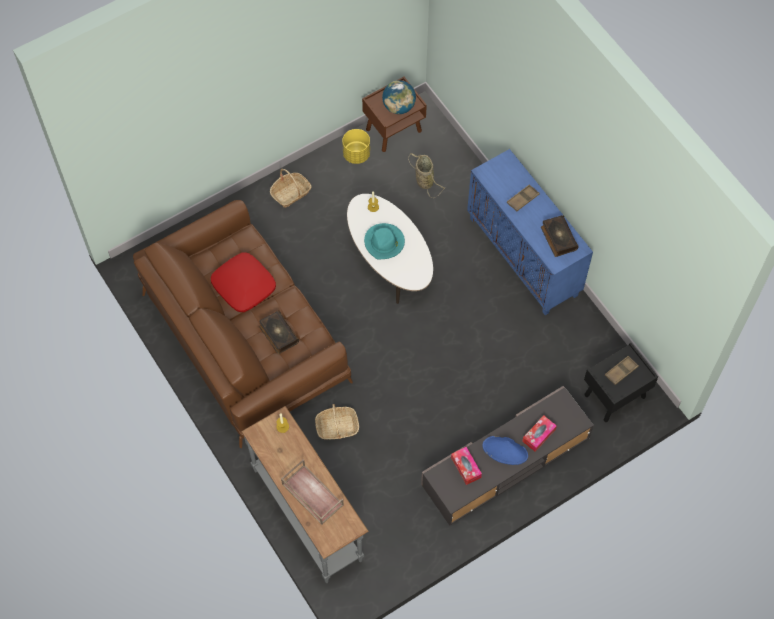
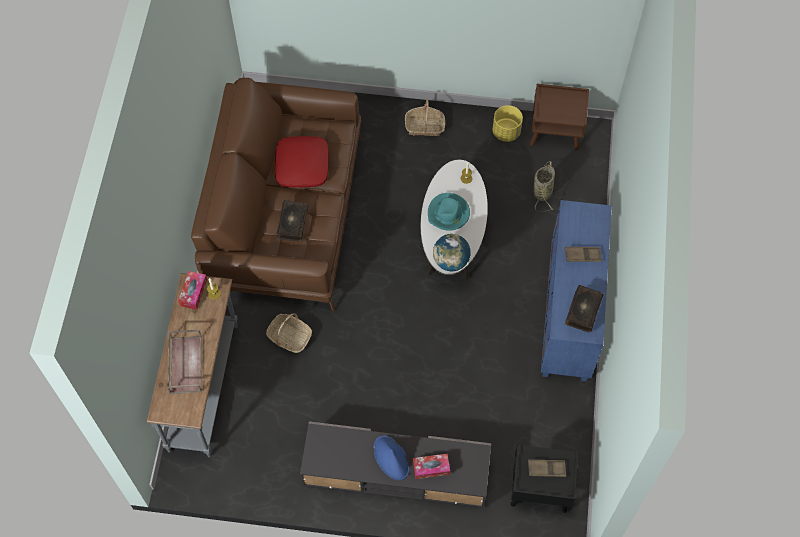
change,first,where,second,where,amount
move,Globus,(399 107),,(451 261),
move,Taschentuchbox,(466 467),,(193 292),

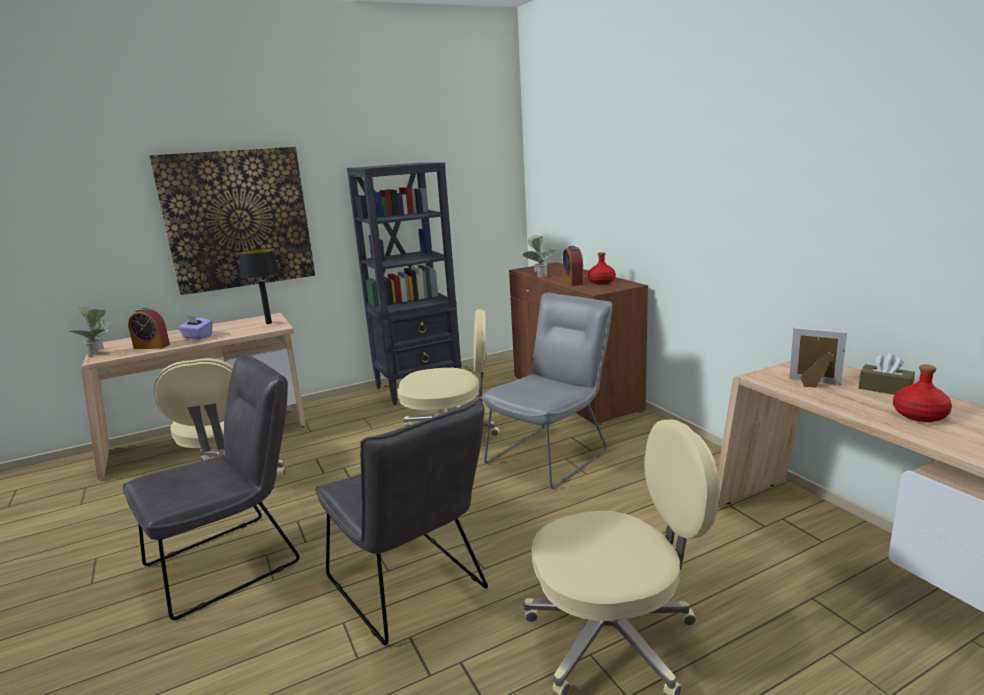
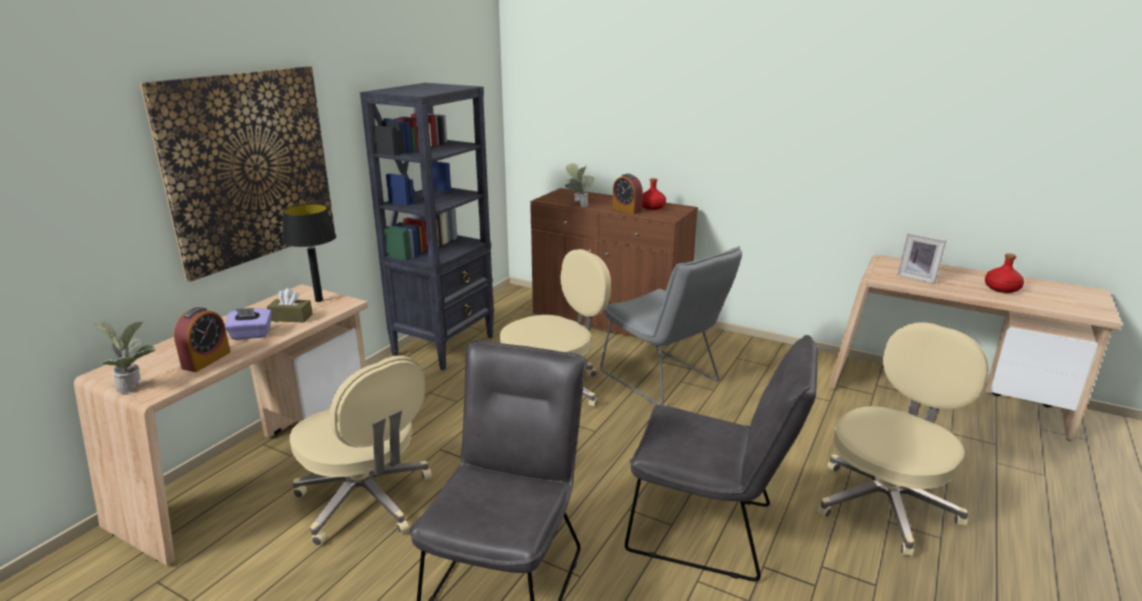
change,first,where,second,where,amount
rotate,Wecker,(152 346),,(206 360),45 degrees counterclockwise
rotate,Stuhl (grau),(552 453),,(664 380),135 degrees clockwise
rotate,Bilderrahmen,(813 384),,(918 277),135 degrees counterclockwise
move,Taschentuchbox (braun),(884 389),,(291 317),

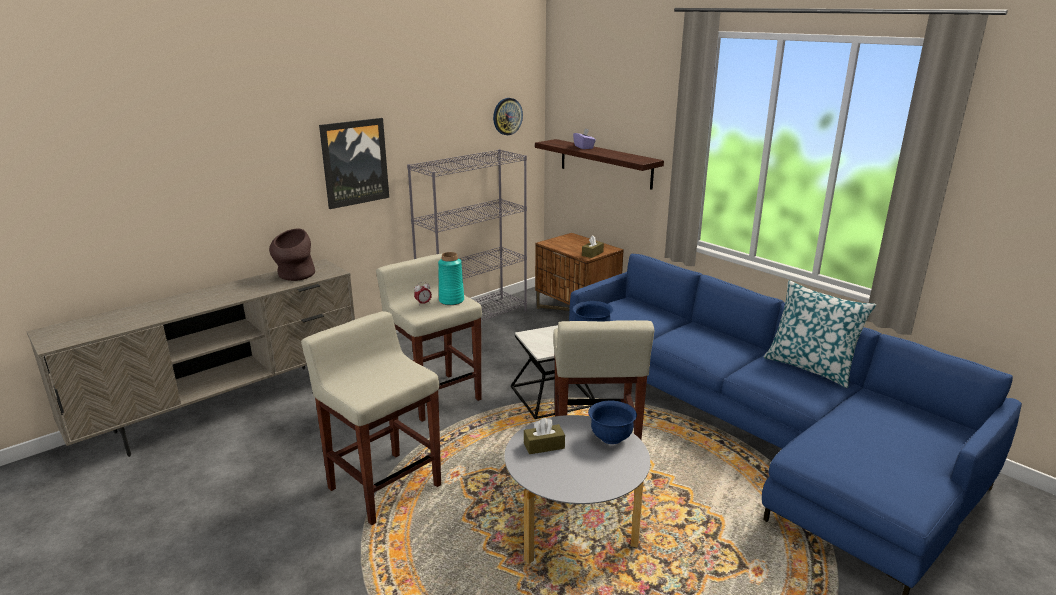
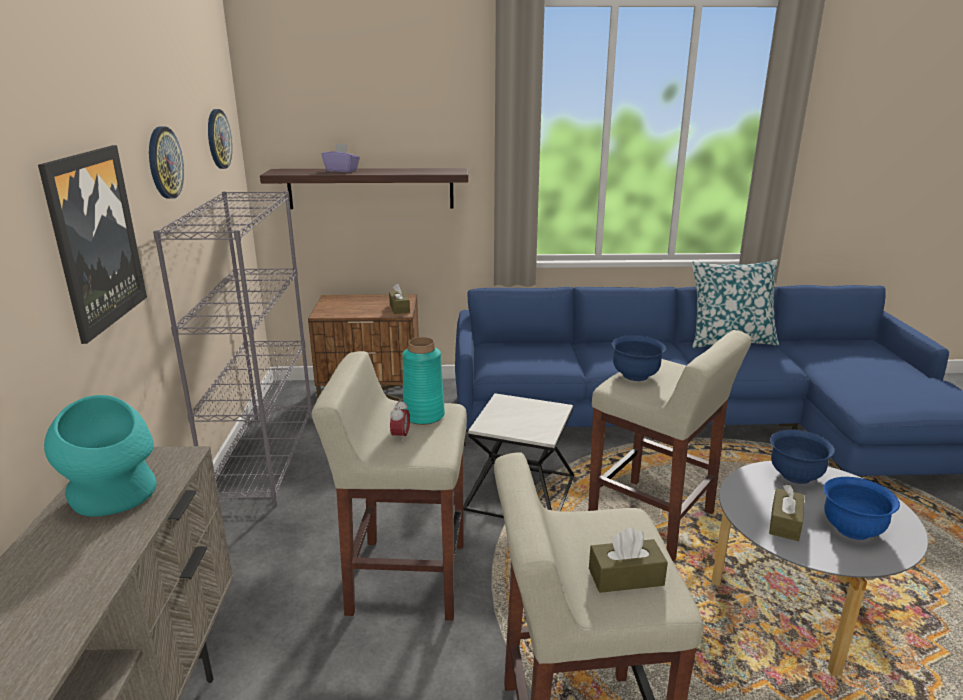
change,first,where,second,where,amount
recolor,Vase (braun),(295 276),Vase (türkis),(115 499),
insert,,,Wanduhr,(164 163),
insert,,,Taschentuchbox (braun),(626 577),
insert,,,Schüssel (blau),(852 529),

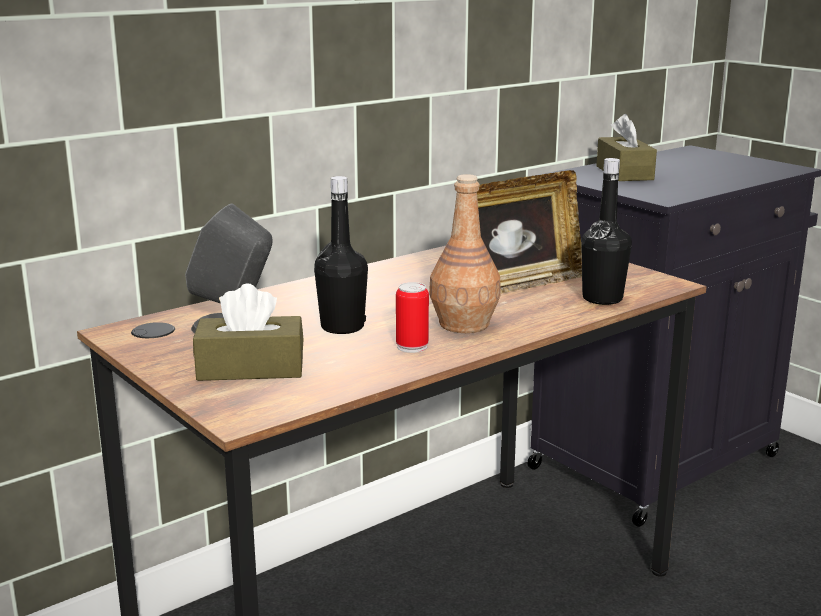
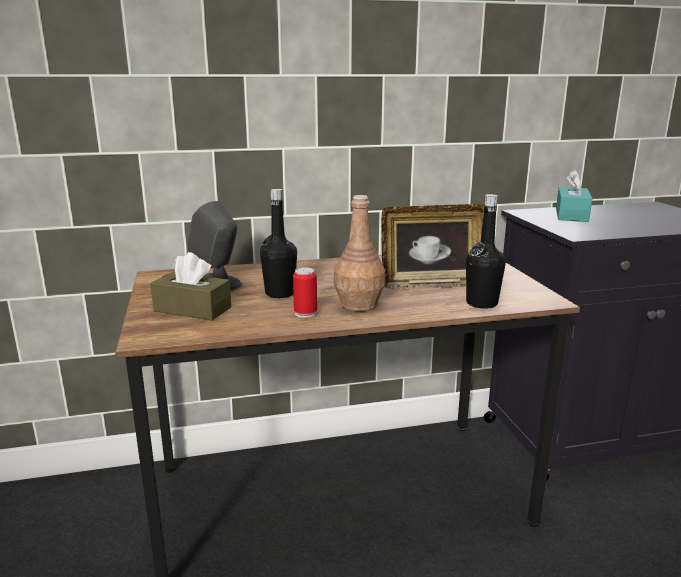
change,first,where,second,where,amount
recolor,Taschentuchbox (braun),(624 173),Taschentuchbox (türkis),(571 215),

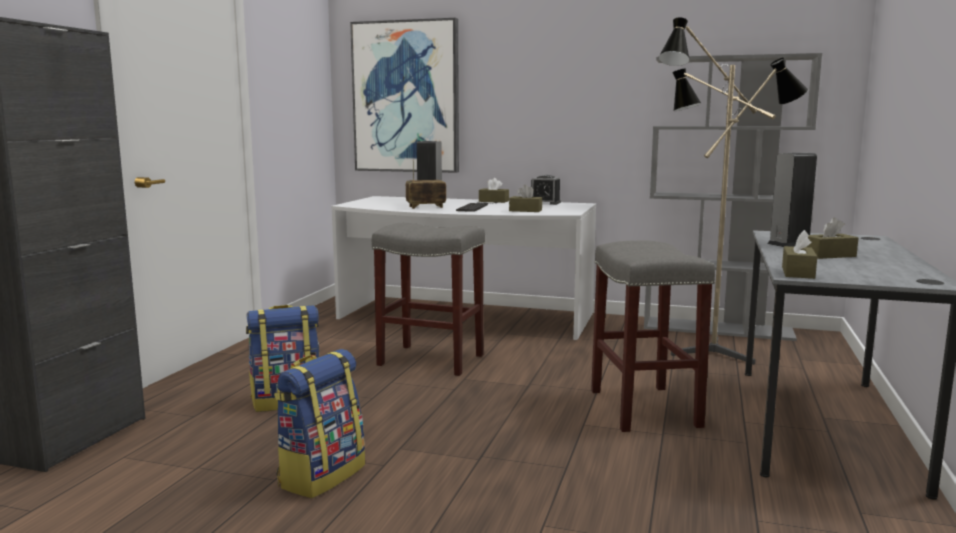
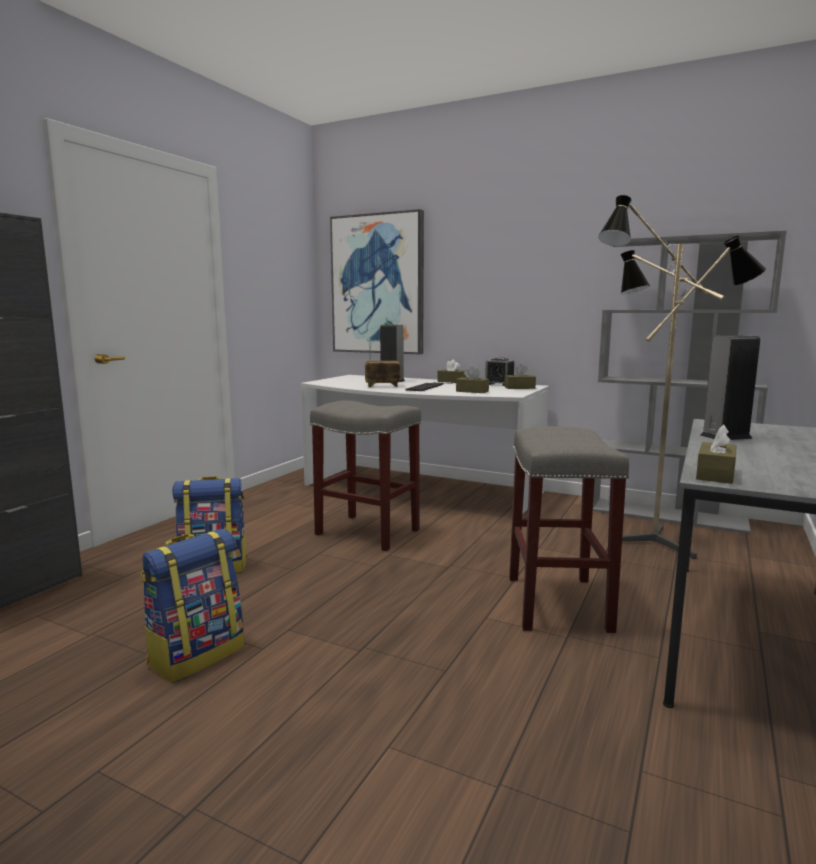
change,first,where,second,where,amount
move,Taschentuchbox (braun),(829 255),,(519 388),

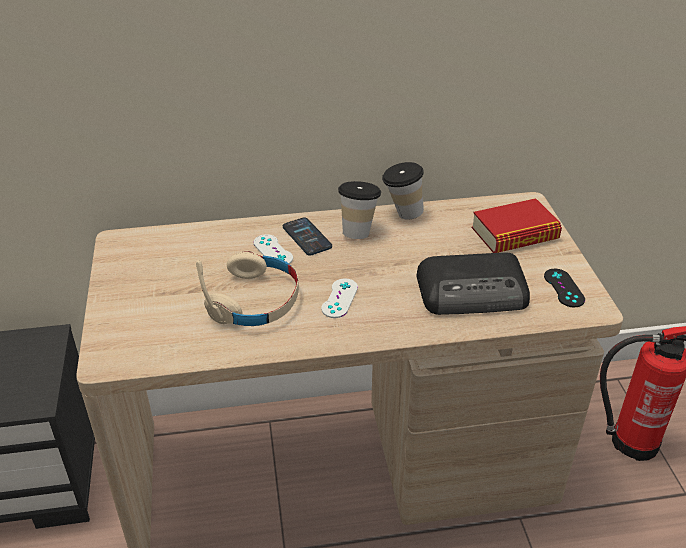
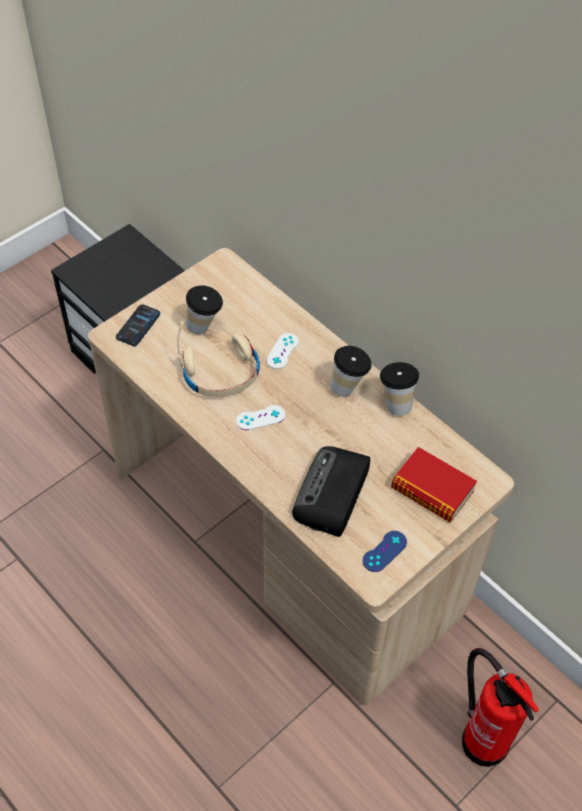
change,first,where,second,where,amount
move,Handy,(307 237),,(138 326),
rotate,Radio,(474 292),,(332 494),60 degrees clockwise
recolor,Gamepad (schwarz),(564 288),Gamepad (blau),(384 551),
insert,,,Tasse,(205 327),

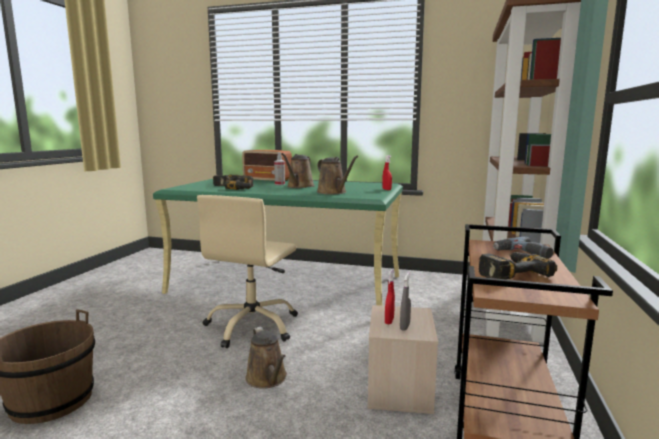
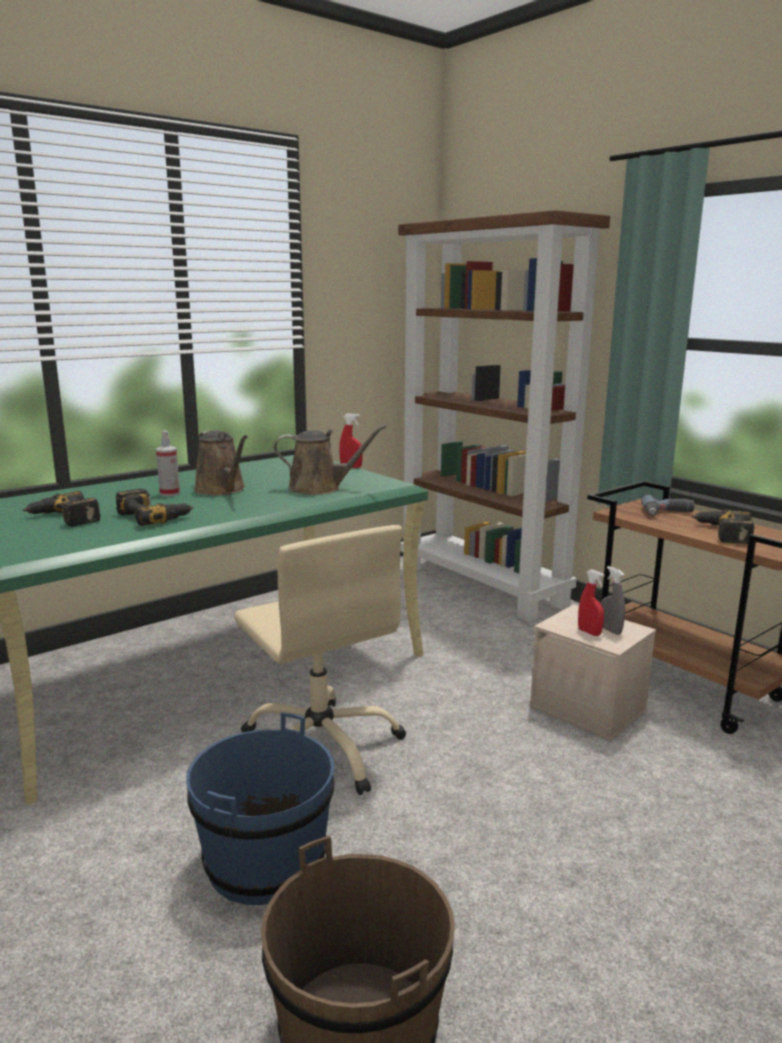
change,first,where,second,where,amount
delete,Radio,(268 180),,,
delete,Gießkanne (braun),(267 379),,,
insert,,,Eimer (blau),(265 861),

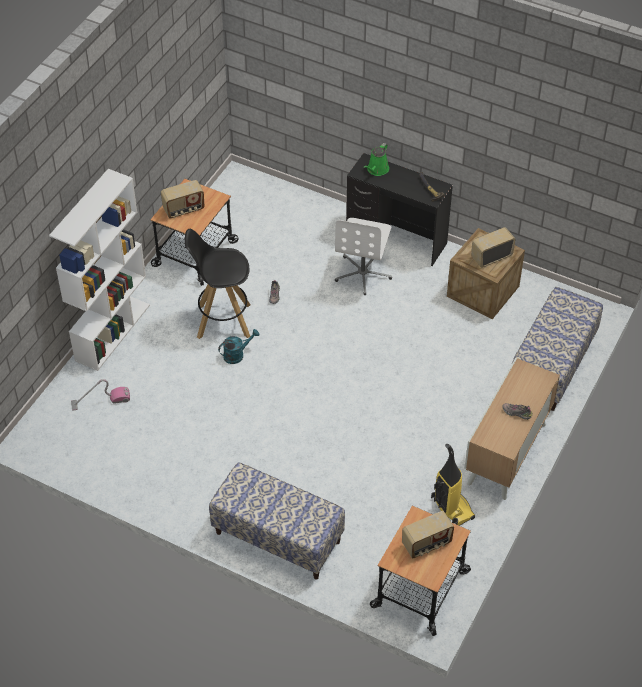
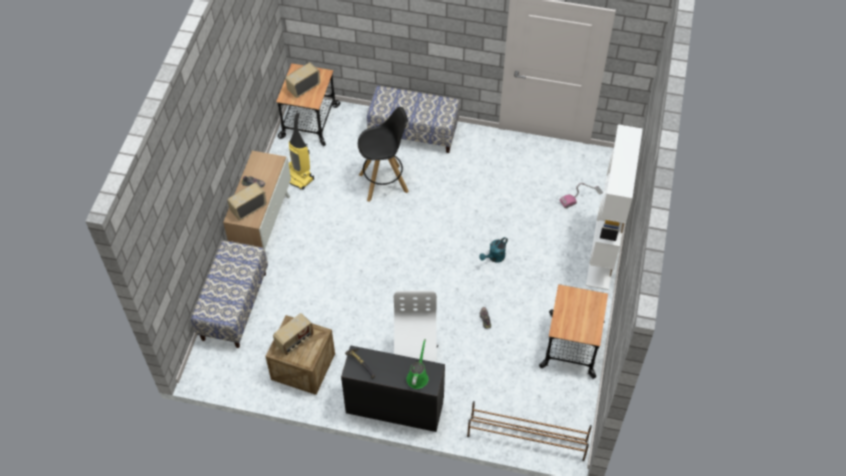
change,first,where,second,where,amount
move,Radio,(184 209),,(248 208),
move,Hocker (schwarz),(222 321),,(384 183),
insert,,,Schuhregal (braun),(526 438),

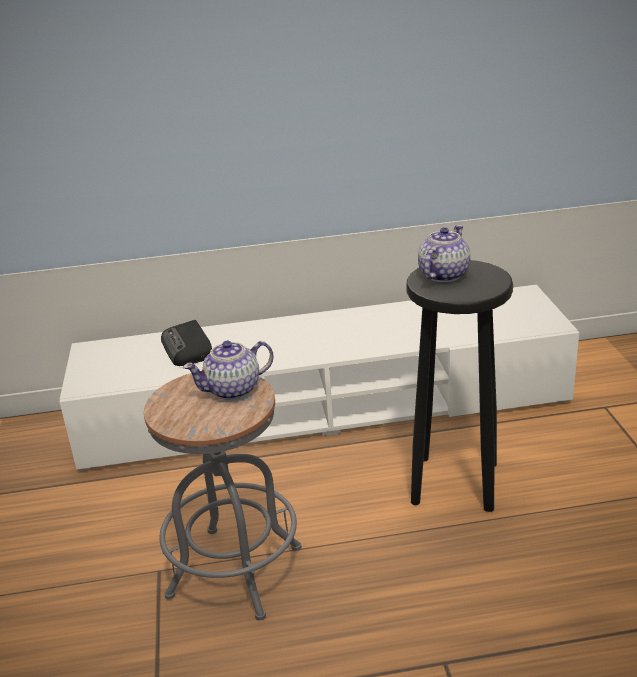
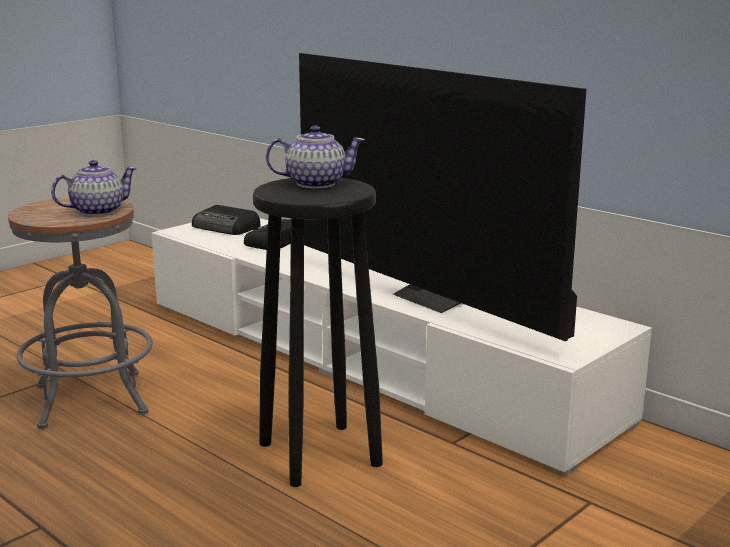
change,first,where,second,where,amount
rotate,Teekanne,(234 390),,(97 211),120 degrees clockwise
insert,,,Radio,(226 227),
insert,,,Fernseher,(433 298),

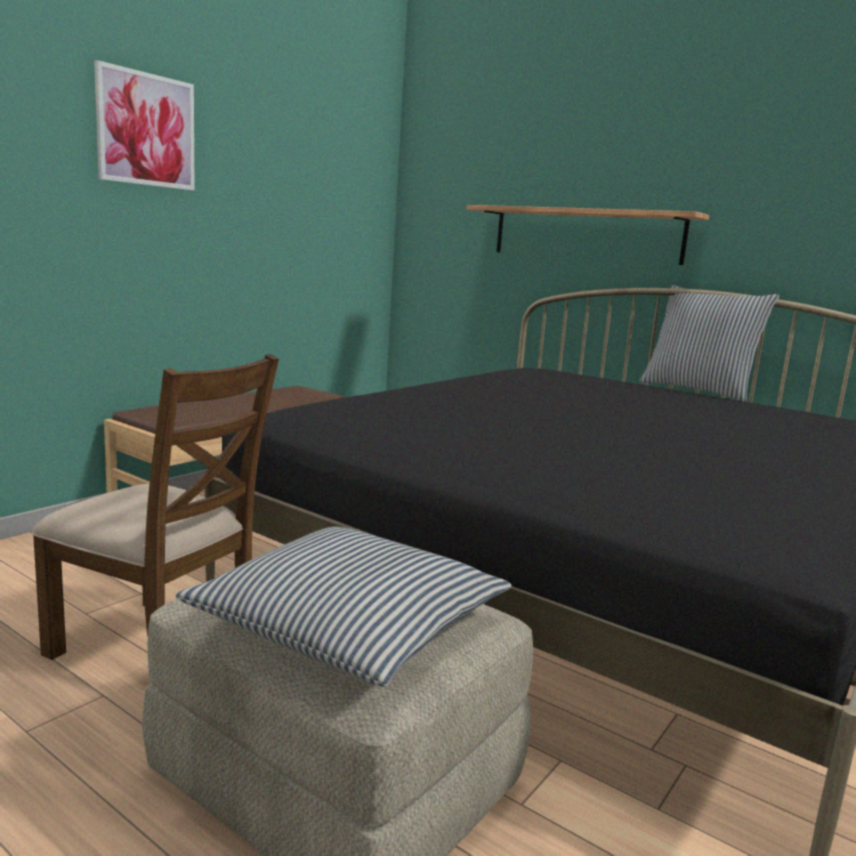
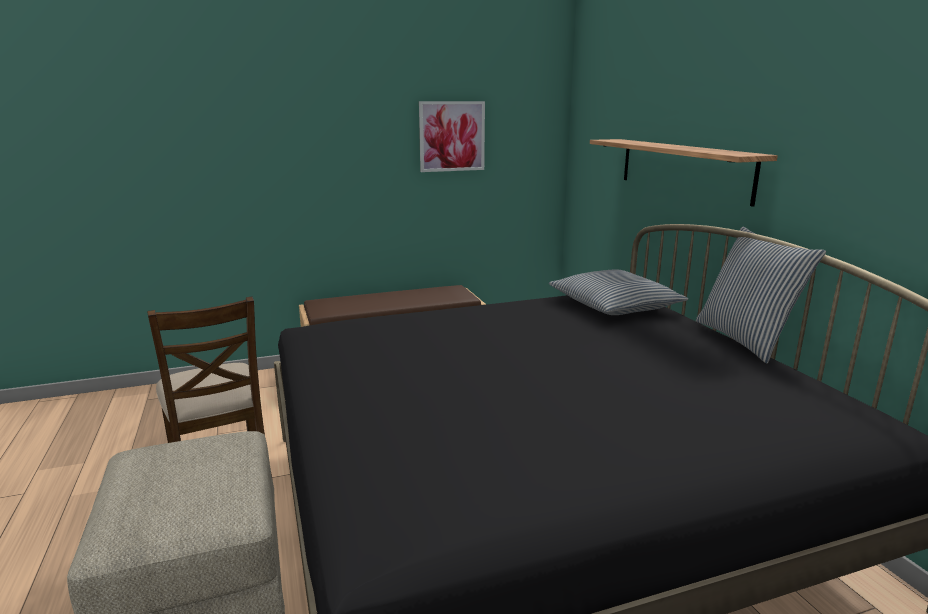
change,first,where,second,where,amount
move,Bild,(146 130),,(452 136),
move,Kissen,(350 625),,(614 305),

